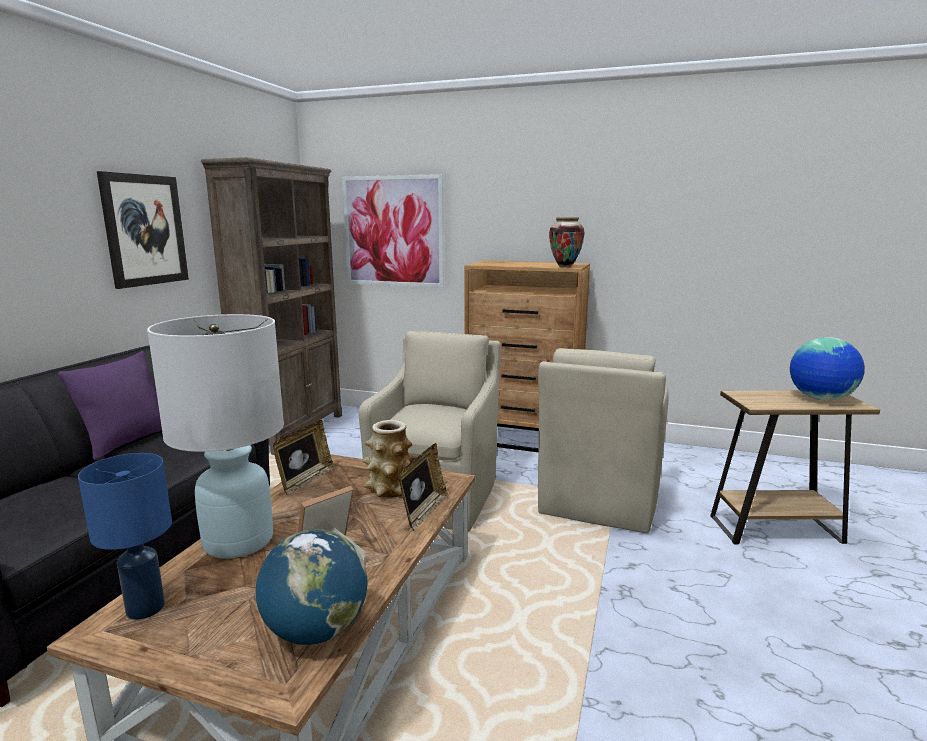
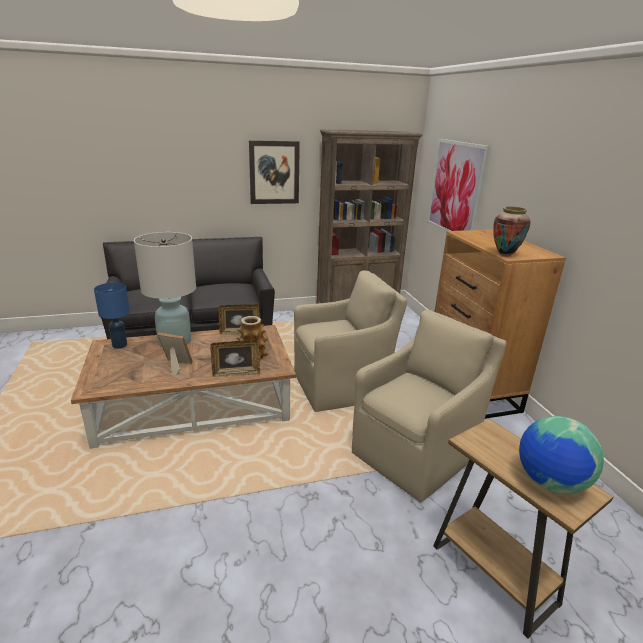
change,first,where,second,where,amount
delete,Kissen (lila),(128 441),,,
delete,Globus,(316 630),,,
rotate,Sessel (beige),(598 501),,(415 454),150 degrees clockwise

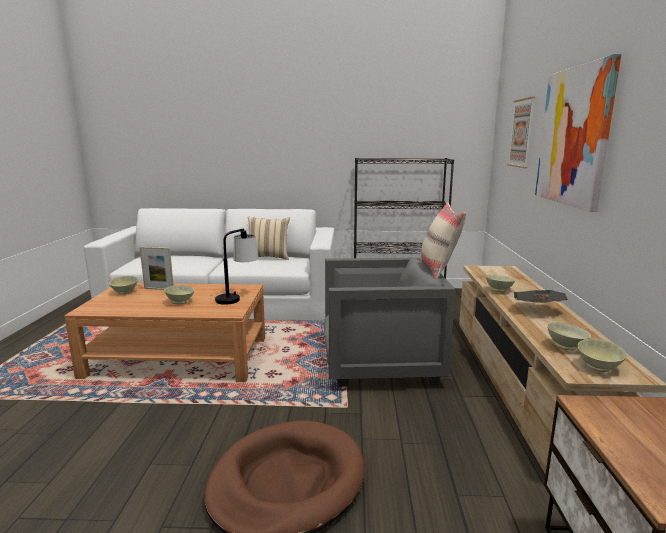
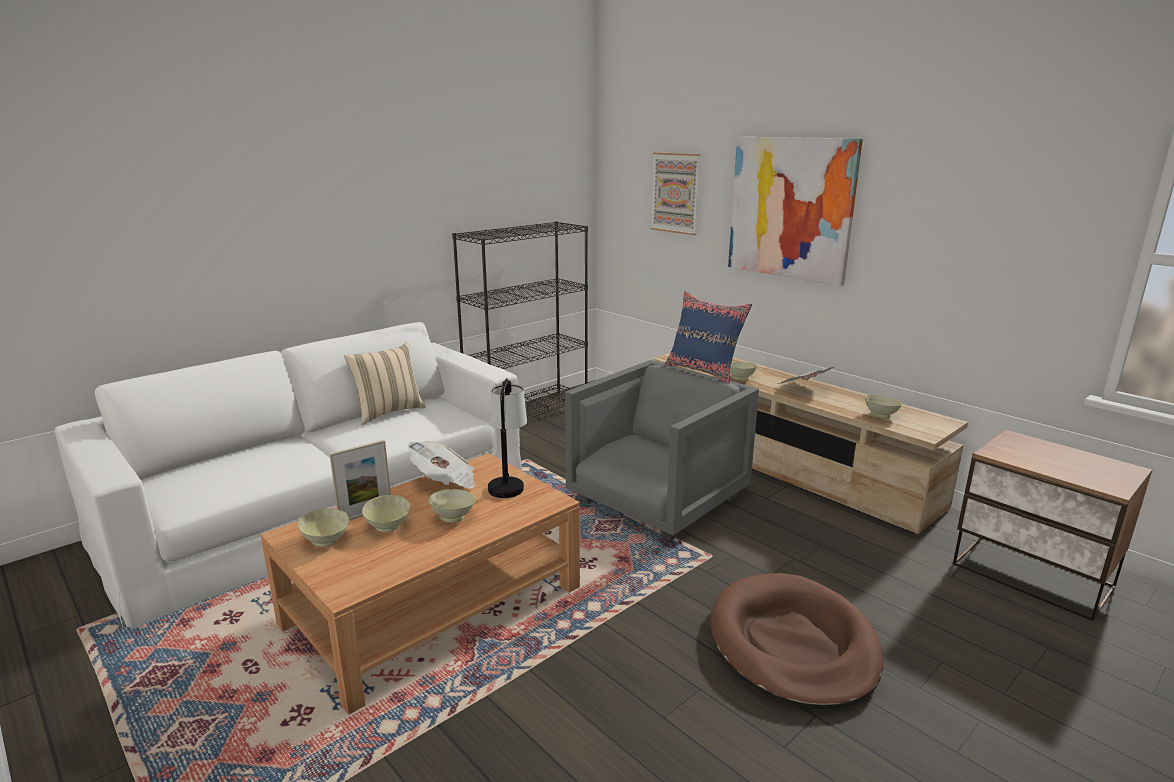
change,first,where,second,where,amount
recolor,Kissen (beige),(439 270),Kissen (blau),(704 371),
move,Schüssel (beige),(597 367),,(387 527),
insert,,,Zeitung,(445 481),

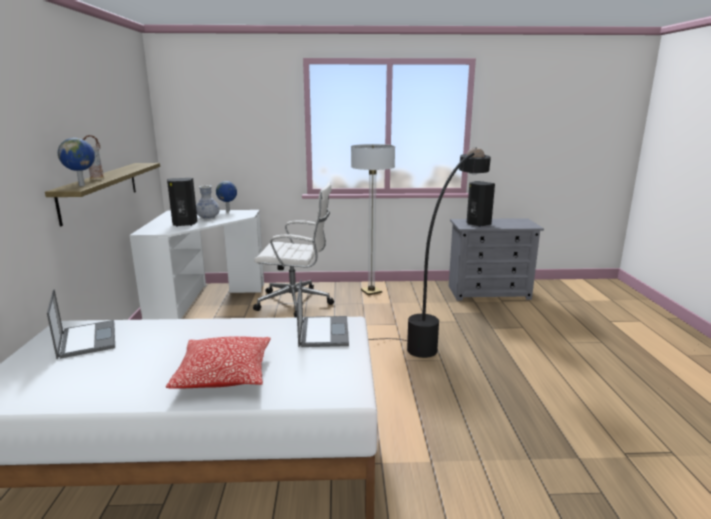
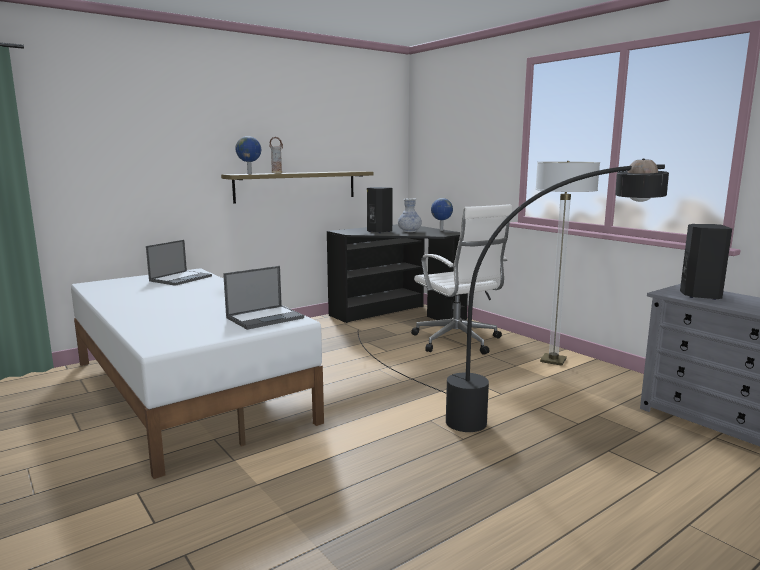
change,first,where,second,where,amount
recolor,Schreibtisch (weiß),(203 300),Schreibtisch (schwarz),(397 315),
delete,Kissen,(224 375),,,

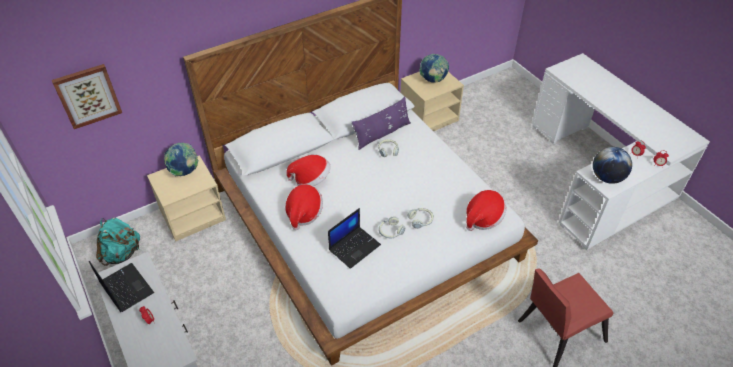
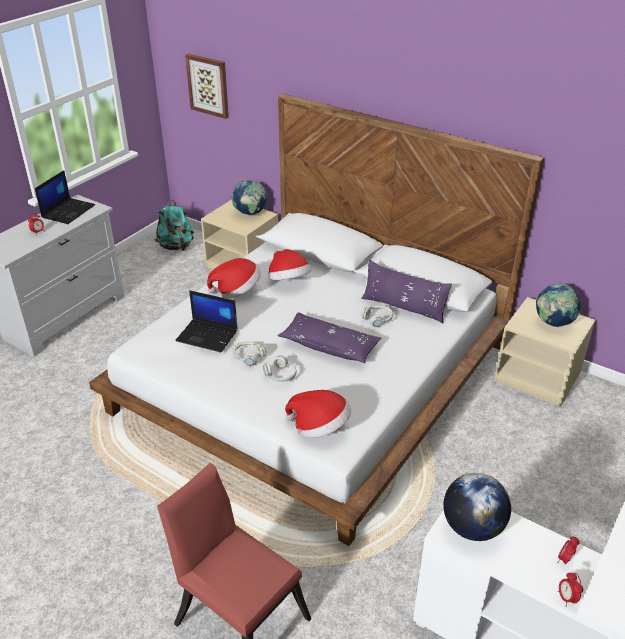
change,first,where,second,where,amount
insert,,,Kissen (lila),(329 345),

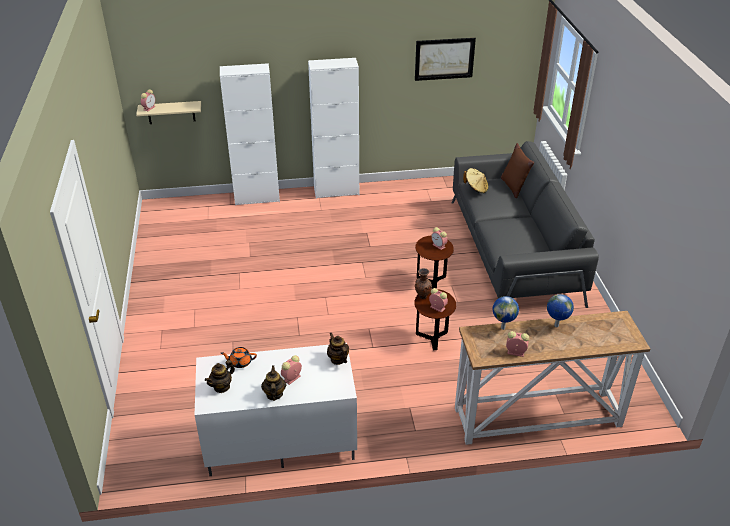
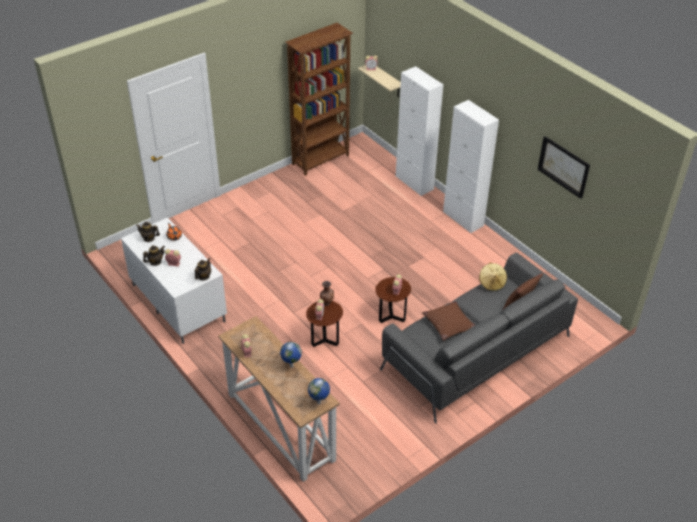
change,first,where,second,where,amount
move,Globus,(503 327),,(319 402),
insert,,,Bücherregal (braun),(321 160),
insert,,,Kissen (braun),(449 324),

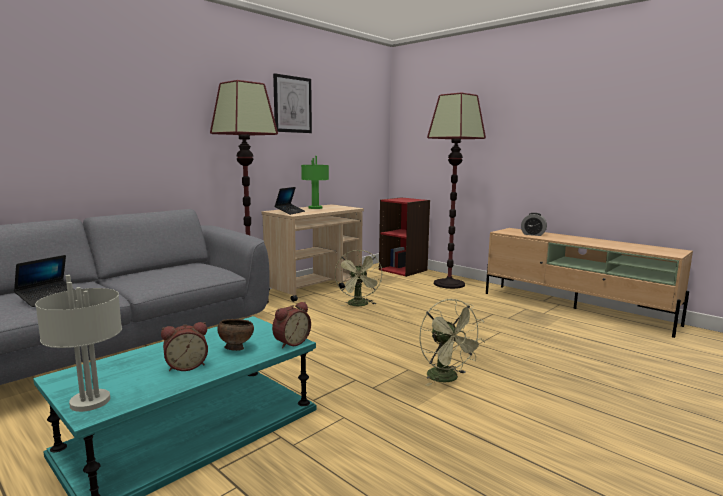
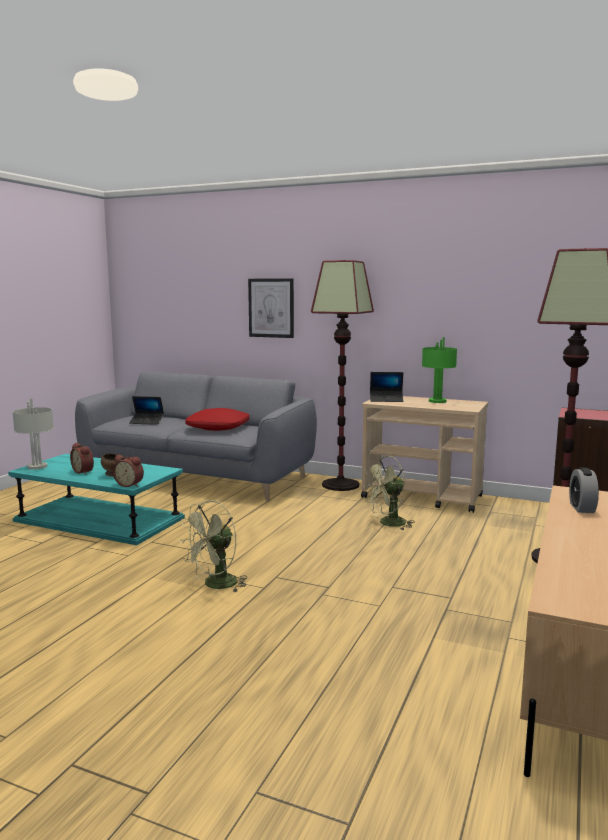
change,first,where,second,where,amount
move,Bild,(292 104),,(271 308),
insert,,,Kissen (rot),(218 427),

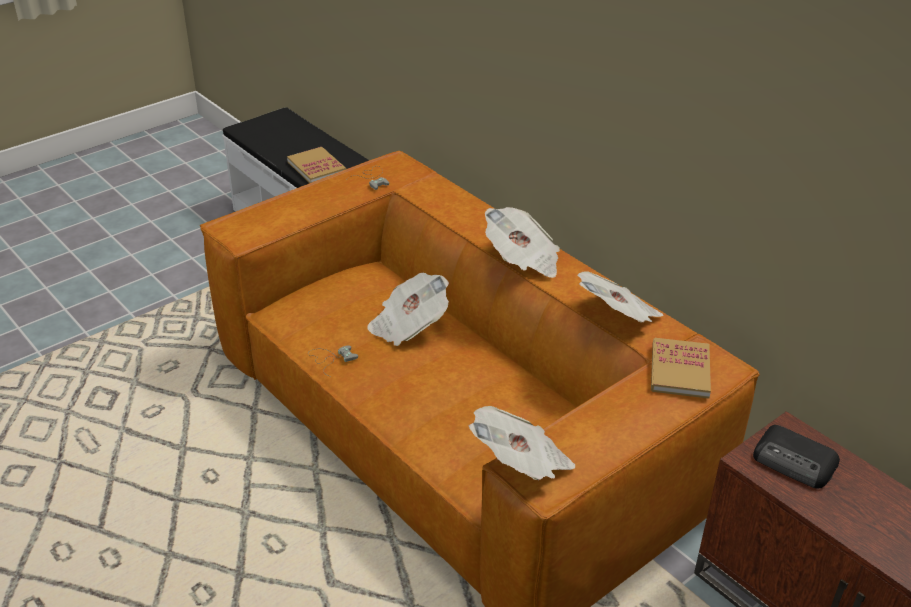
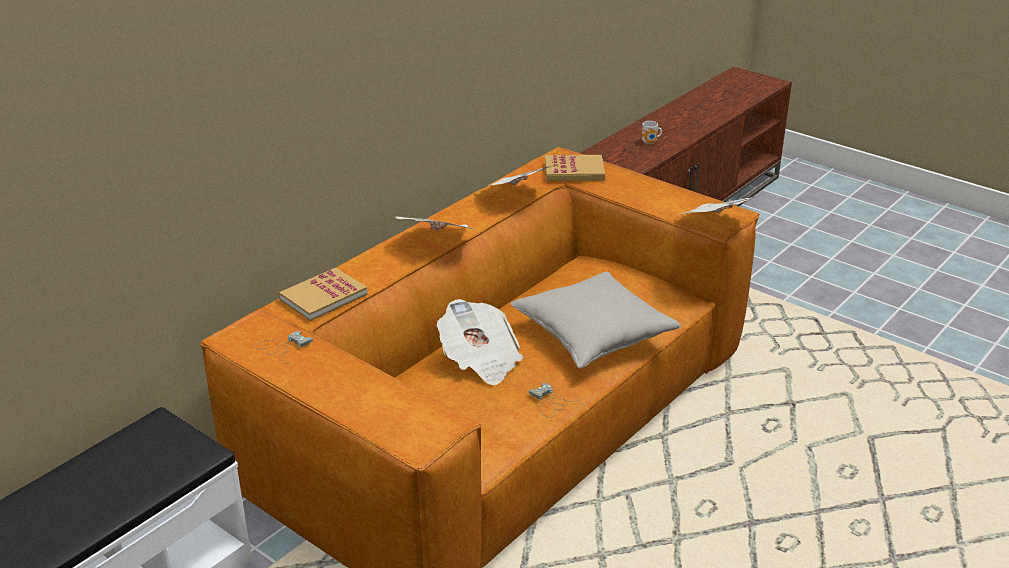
change,first,where,second,where,amount
move,Buch,(317 168),,(323 297),
delete,Radio,(795 462),,,
insert,,,Kissen (grau),(593 334),
insert,,,Henkelbecher,(650 143),

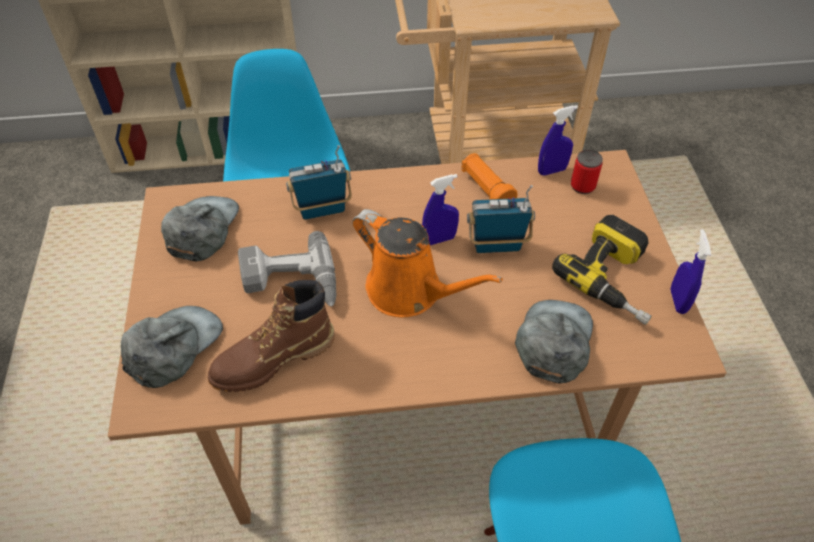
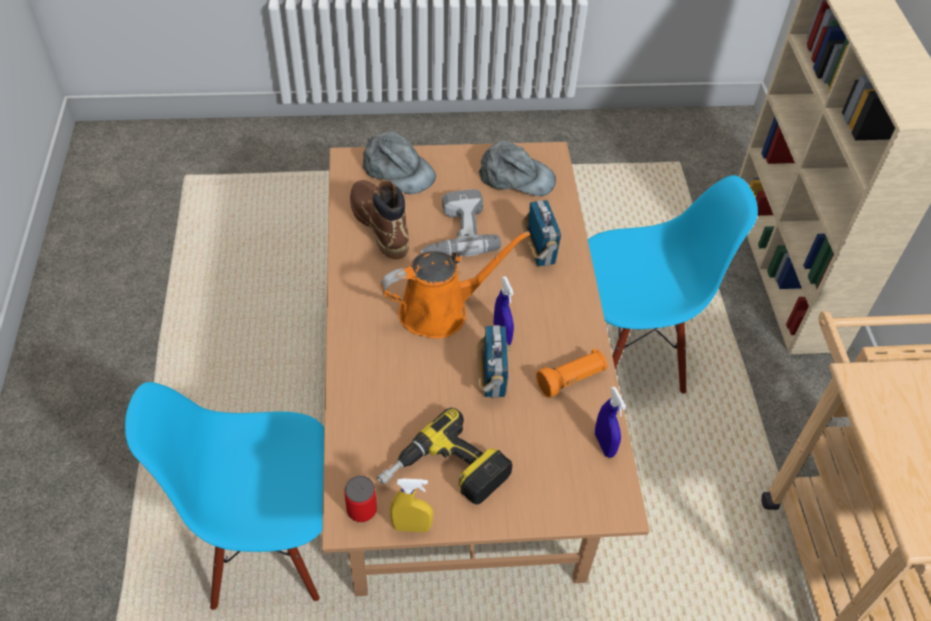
change,first,where,second,where,amount
rotate,Gießkanne (orange),(410 291),,(440 310),150 degrees counterclockwise
delete,Kappe (grau),(554 341),,,
move,Dose,(582 186),,(362 510),
recolor,Sprühflasche (blau),(678 301),Sprühflasche (gelb),(411 527),

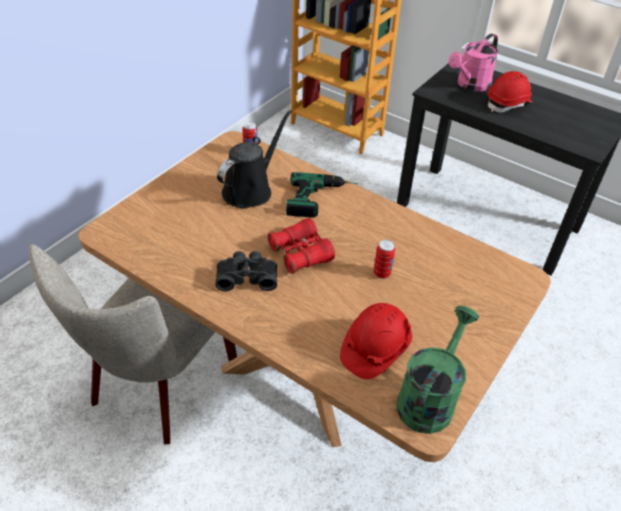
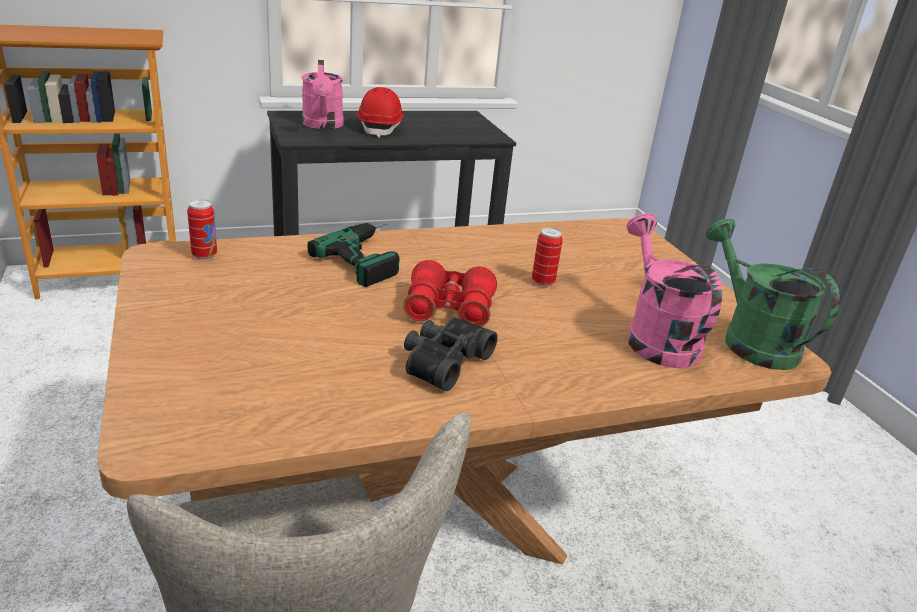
change,first,where,second,where,amount
delete,Gießkanne (schwarz),(250 190),,,
replace,Schutzhelm (rot),(374 349),Gießkanne (rosa),(656 337),

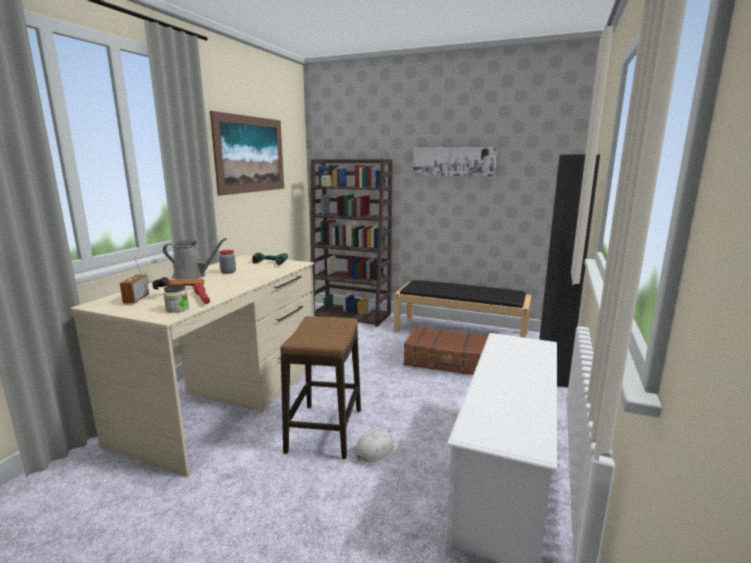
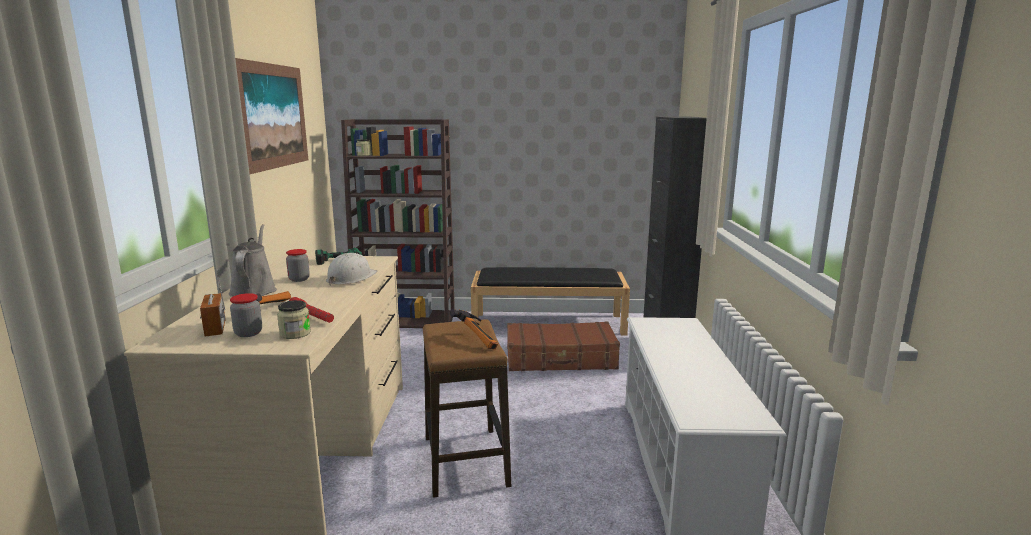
change,first,where,second,where,amount
rotate,Gießkanne (grau),(192 276),,(254 290),90 degrees counterclockwise
move,Schutzhelm (weiß),(376 451),,(351 278),
delete,Bild,(453 161),,,
insert,,,Vorratsglas,(248 333),
insert,,,Hammer,(479 339),

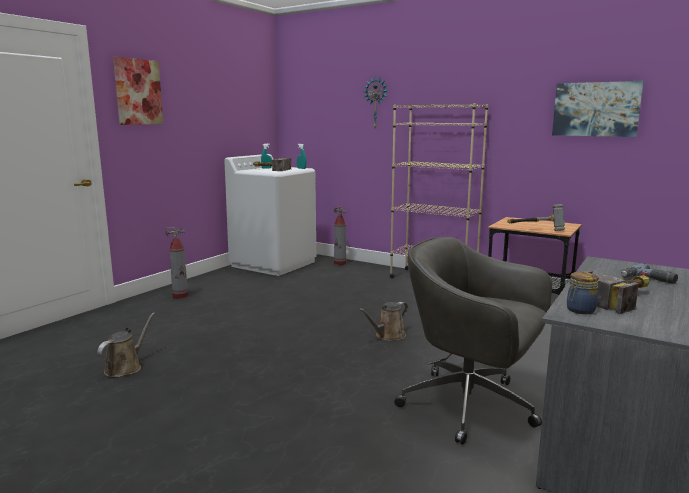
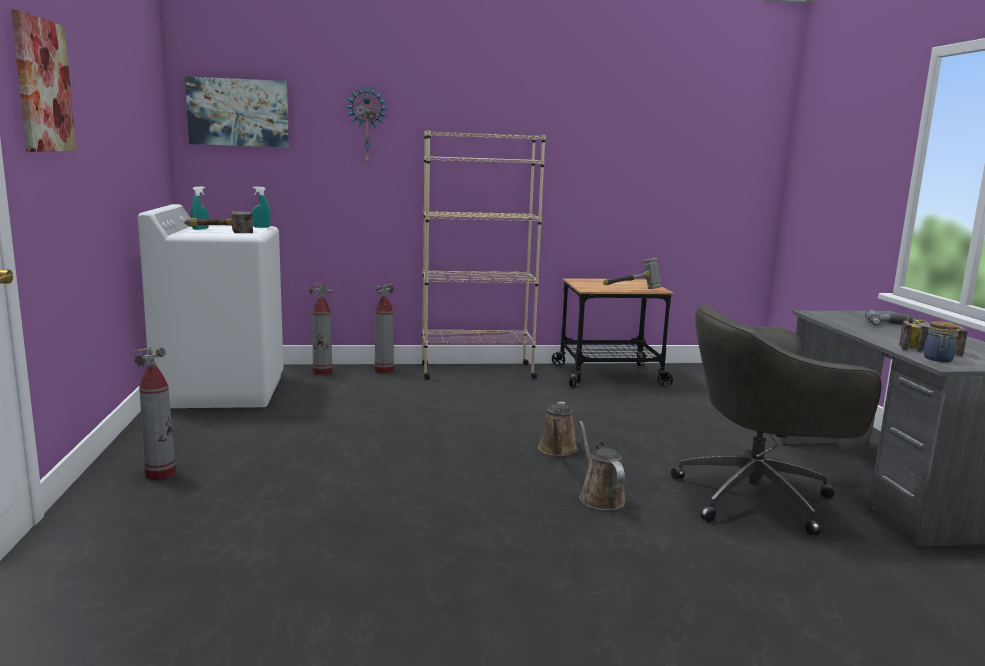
change,first,where,second,where,amount
move,Gießkanne (braun),(126 367),,(599 497),
move,Bild,(596 109),,(238 112),
insert,,,Feuerlöscher,(384 371),

